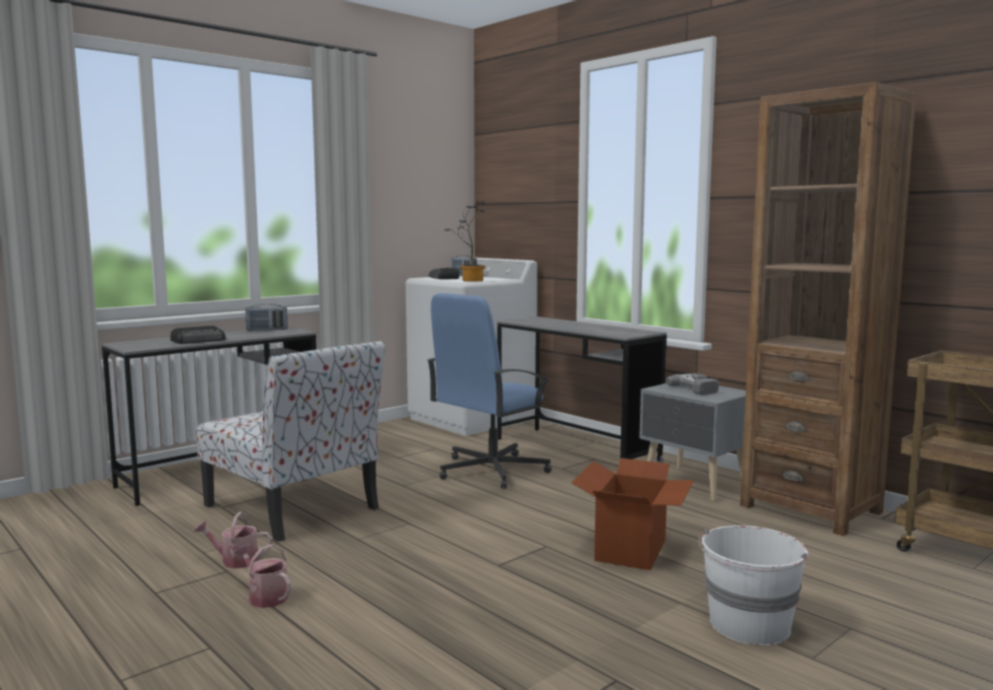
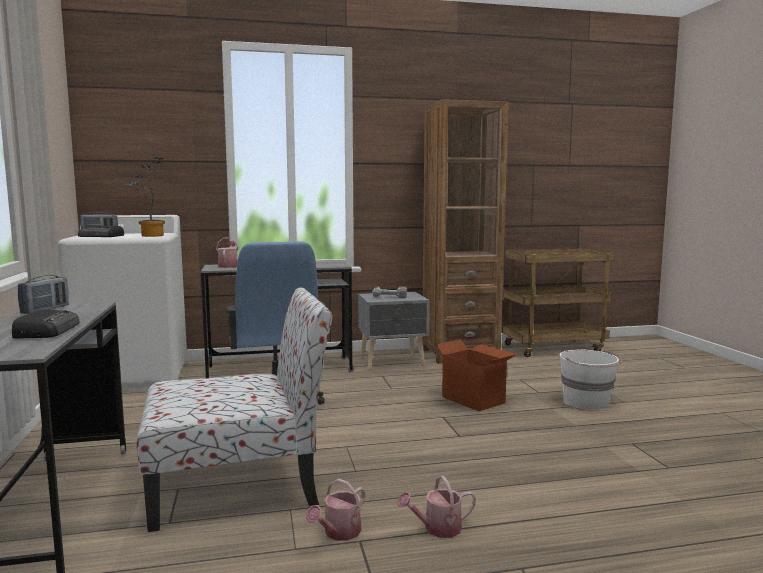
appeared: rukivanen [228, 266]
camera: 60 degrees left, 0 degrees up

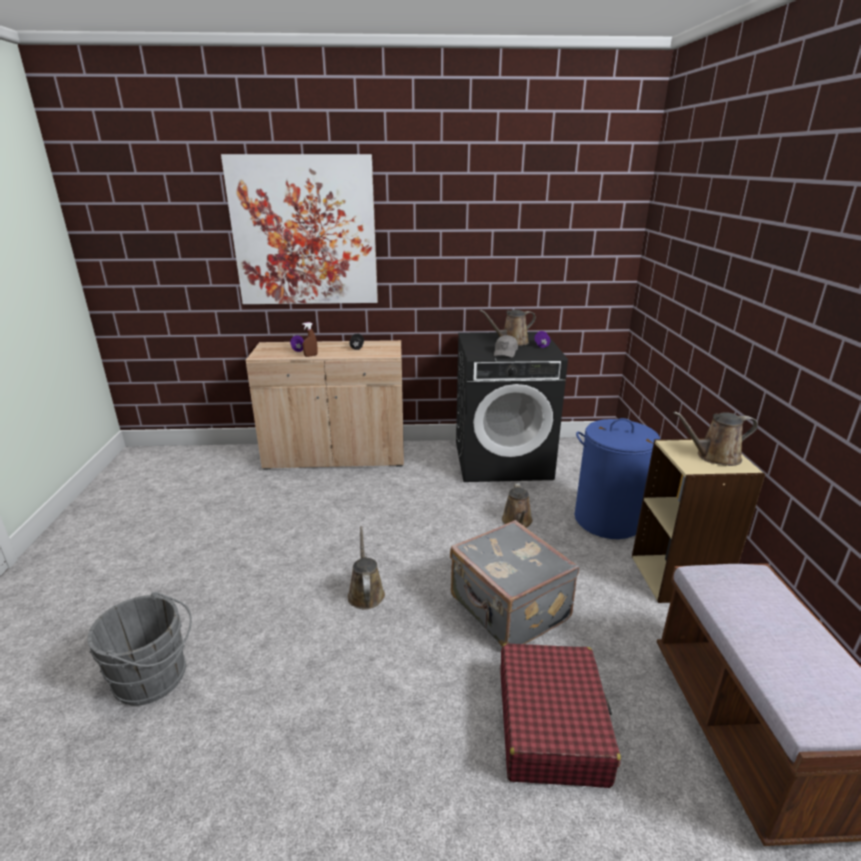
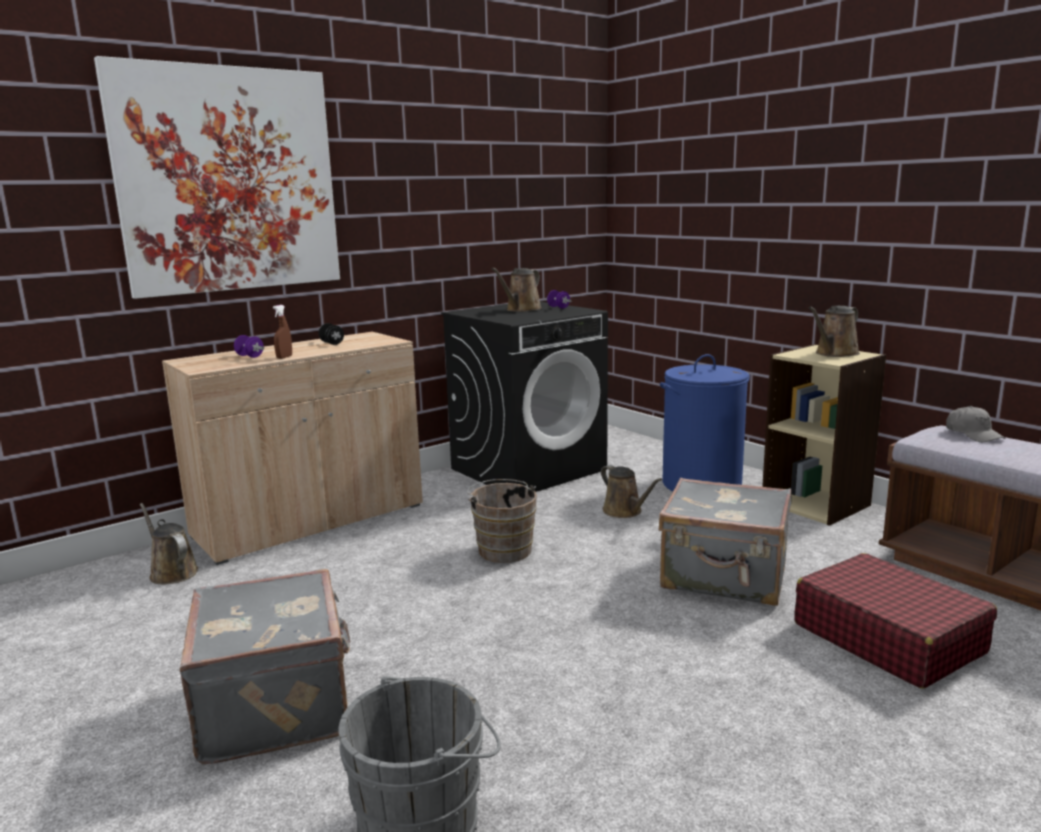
appeared: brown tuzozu [503, 549]; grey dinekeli [278, 704]
relocated: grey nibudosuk [505, 352] to [973, 434]; brown rukivanen [365, 593] to [171, 572]
camera: 35 degrees left, 10 degrees down

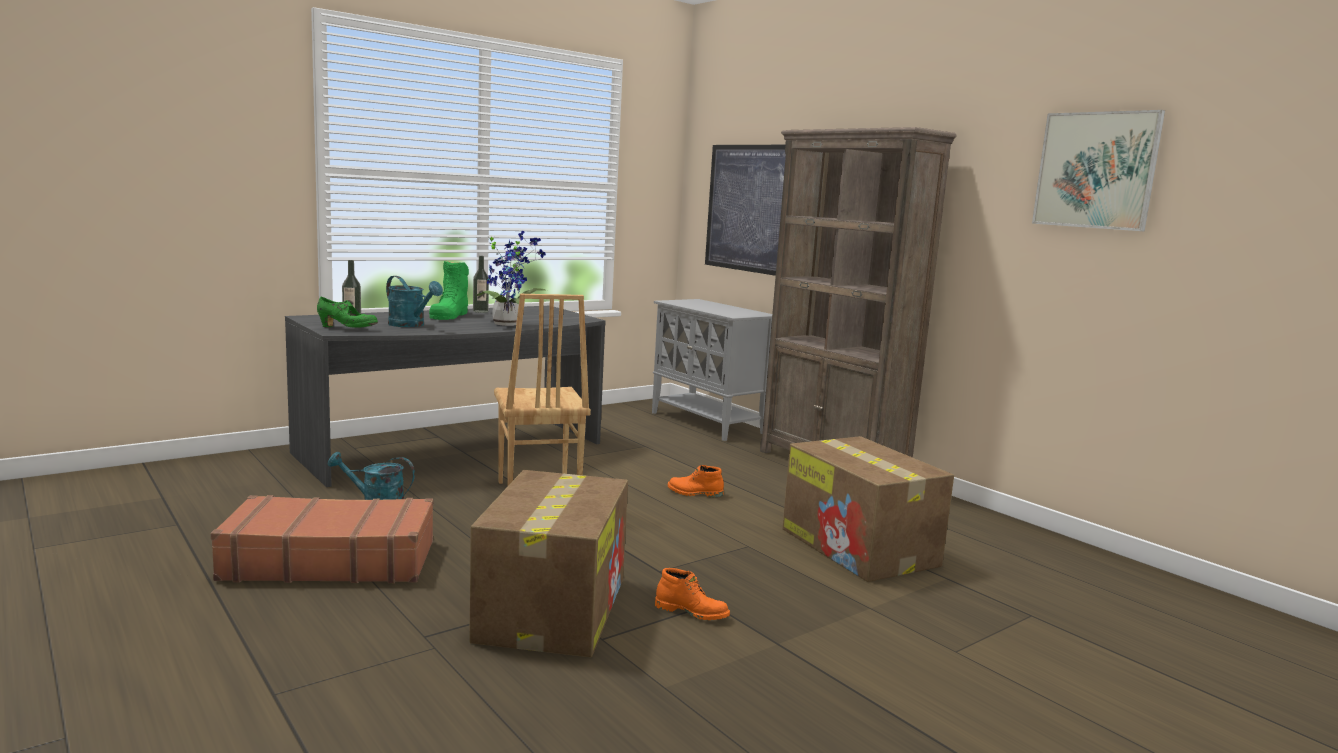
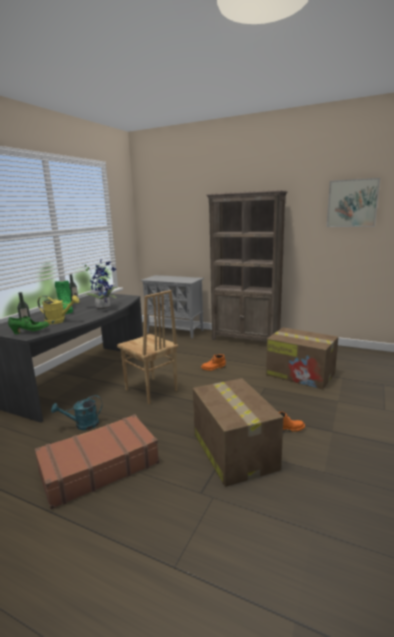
missing: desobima [751, 208]
colour: turquoise rukivanen [411, 325] to yellow rukivanen [59, 321]
camera: 25 degrees left, 5 degrees up

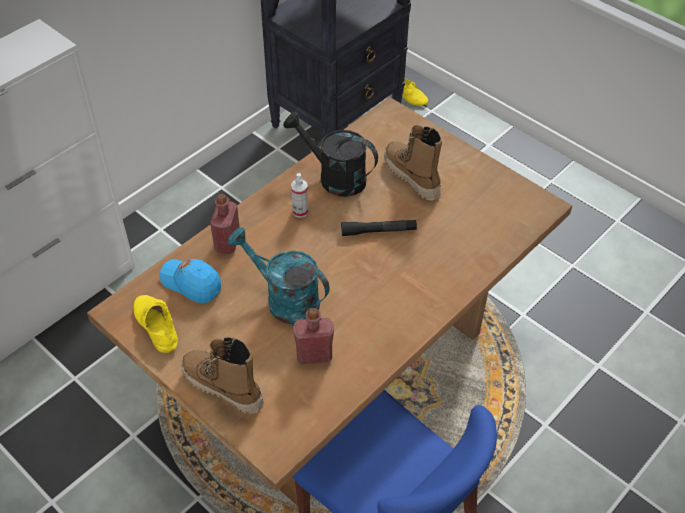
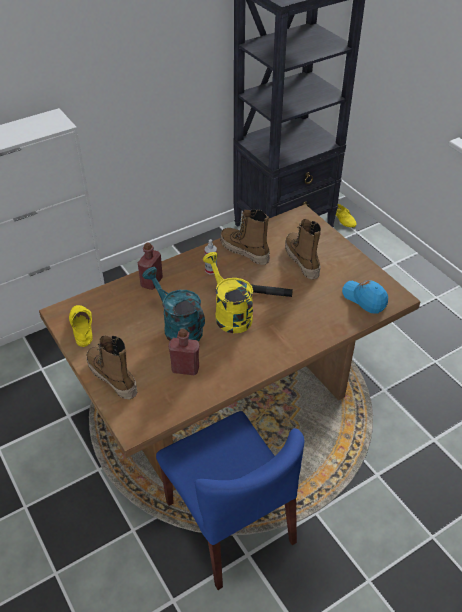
appeared: yellow rukivanen [229, 314]
relocated: blue nibudosuk [191, 283] to [364, 299]
exchanged: black rukivanen [334, 177] to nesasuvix [244, 251]
camera: 15 degrees right, 5 degrees down

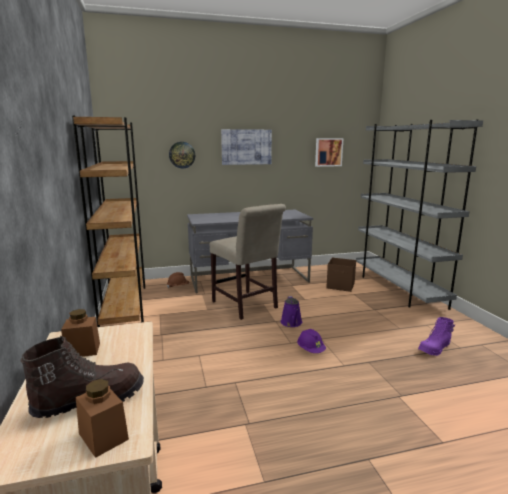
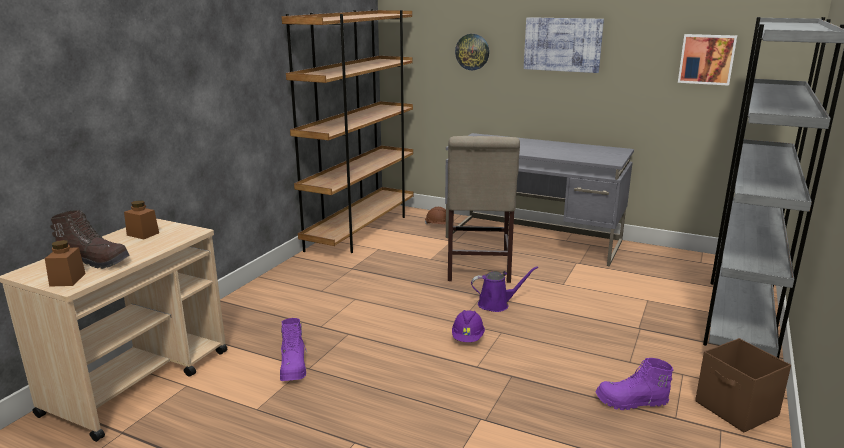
appeared: purple nesasuvix [293, 367]
relocated: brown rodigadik [341, 286] to [736, 409]
spun: purple rukivanen [292, 323] = [496, 304] 135 degrees counterclockwise
camera: 40 degrees right, 5 degrees up

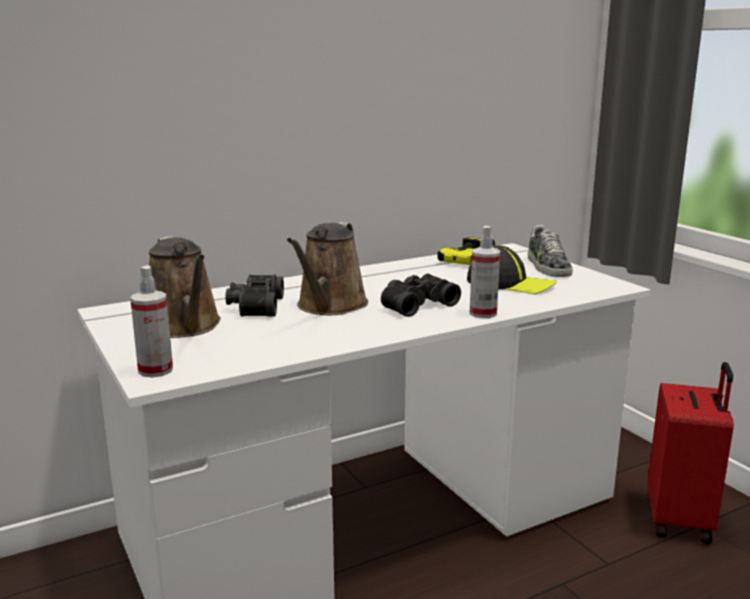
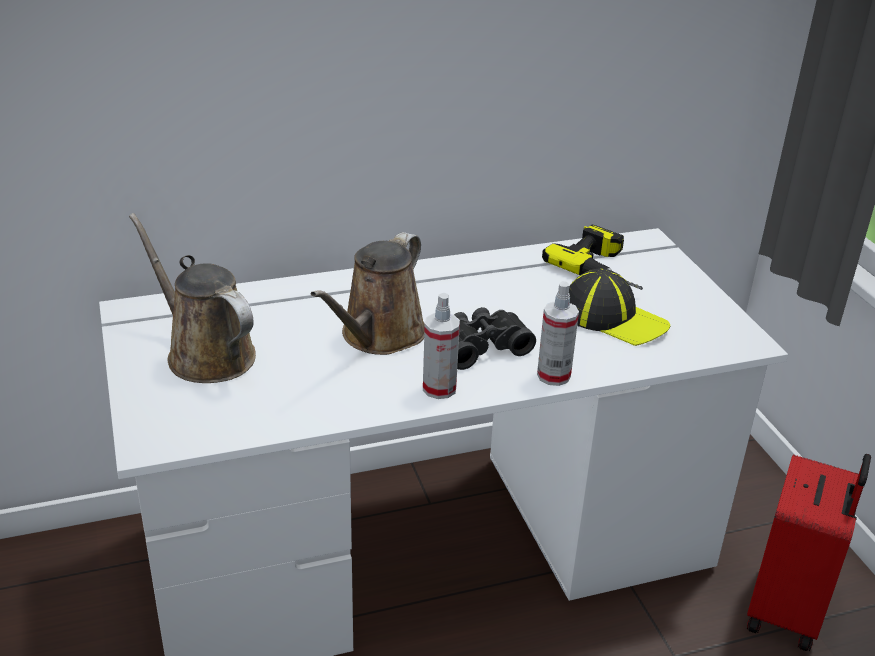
missing: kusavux [547, 266]; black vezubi [254, 306]
relocated: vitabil [155, 370] to [439, 388]
spun: brown rukivanen [184, 327] = [205, 353] 150 degrees clockwise
camera: 10 degrees right, 15 degrees up

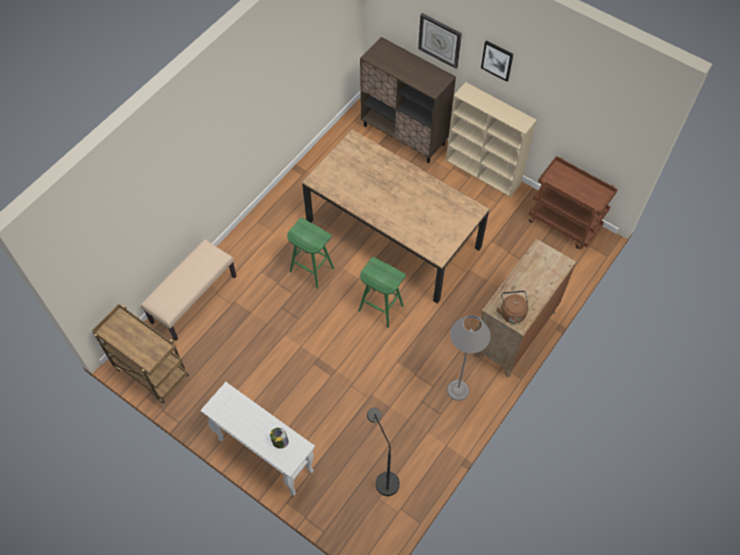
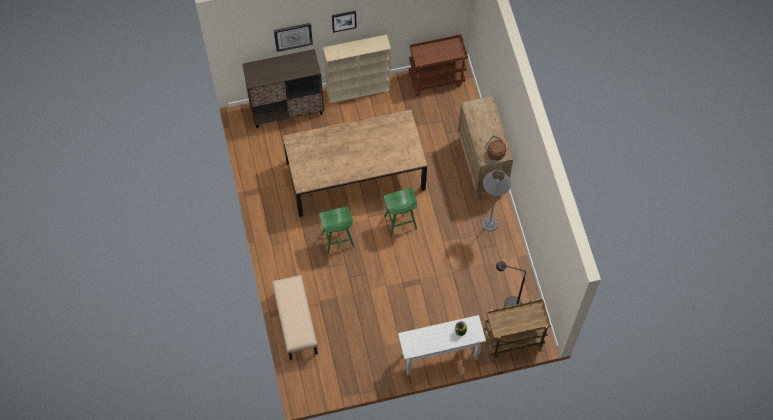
relocated: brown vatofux [150, 371] to [513, 340]
camera: 50 degrees left, 5 degrees up

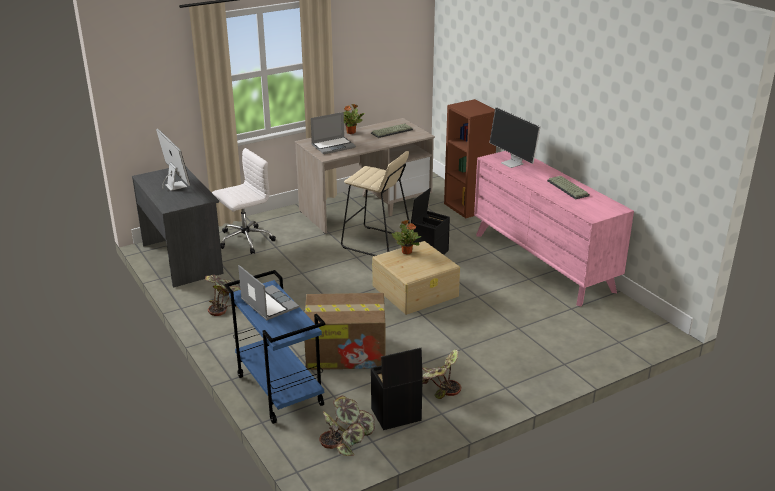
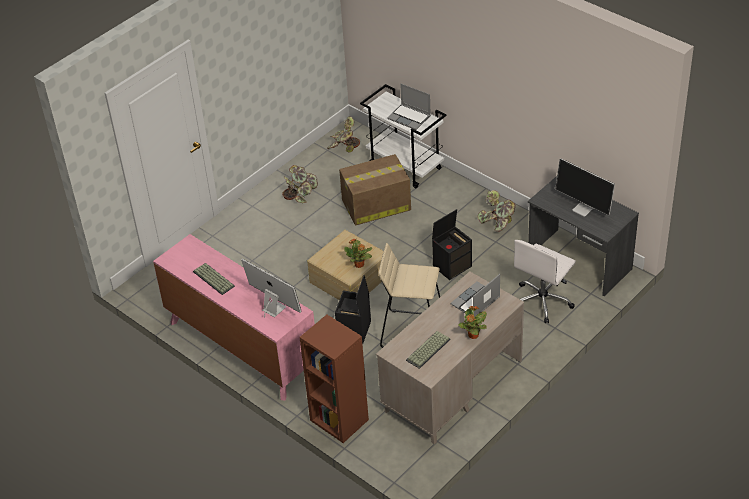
relocated: black rodigadik [395, 415] to [452, 265]
colour: blue vatofux [278, 390] to white vatofux [406, 166]
camera: 165 degrees right, 15 degrees up

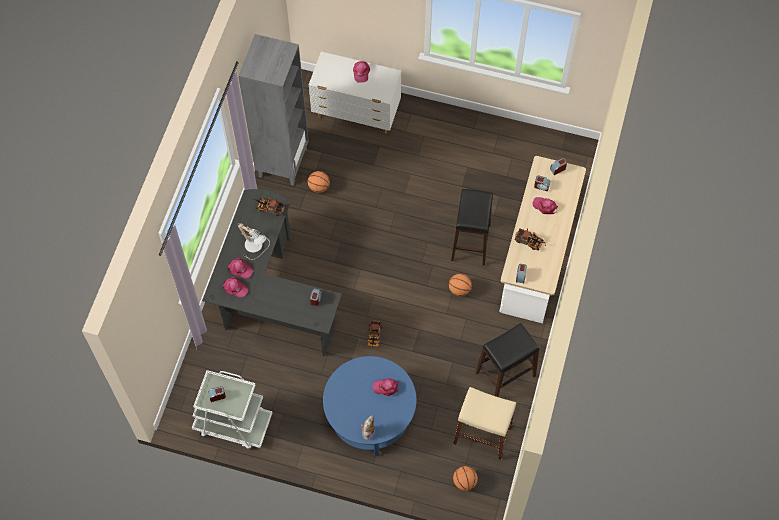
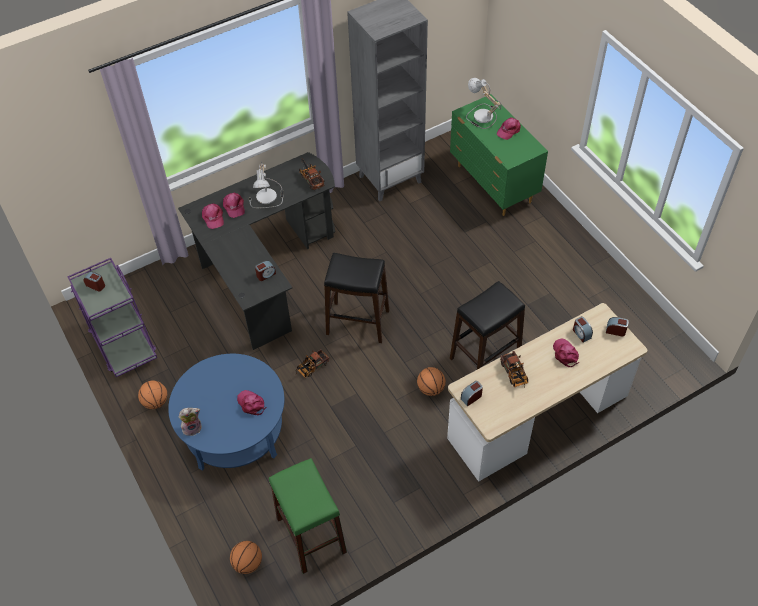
appeared: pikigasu [481, 116]
relocated: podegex [319, 187] to [155, 402]; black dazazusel [505, 375] to [357, 322]
colour: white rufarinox [357, 114] to green rufarinox [493, 185]; white vatofux [232, 423] to purple vatofux [123, 343]; beige dazazusel [482, 435] to green dazazusel [311, 535]
camera: 45 degrees right, 10 degrees down

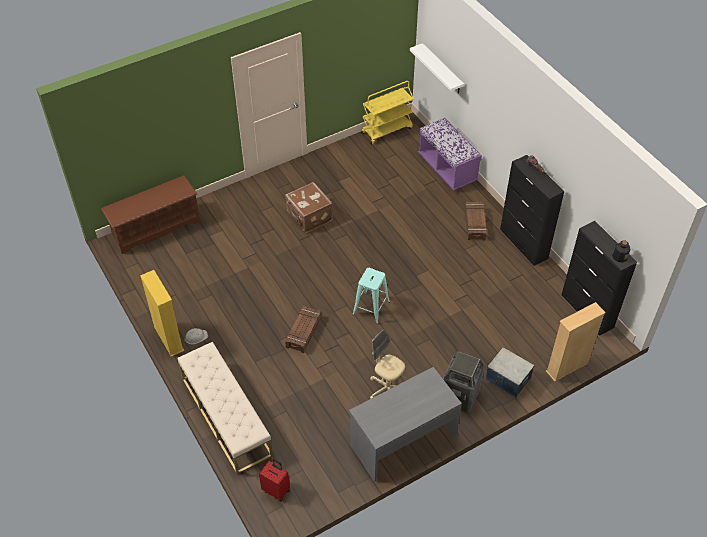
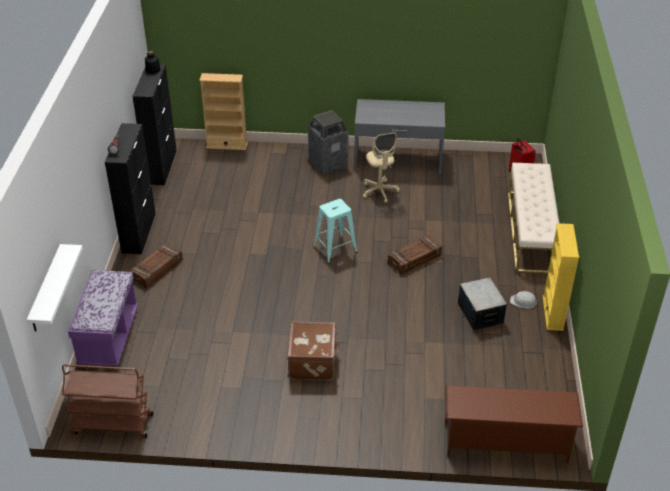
relocated: rodigadik [507, 379] to [480, 314]
colour: yellow vatofux [387, 130] to brown vatofux [112, 424]
camera: 145 degrees left, 10 degrees down

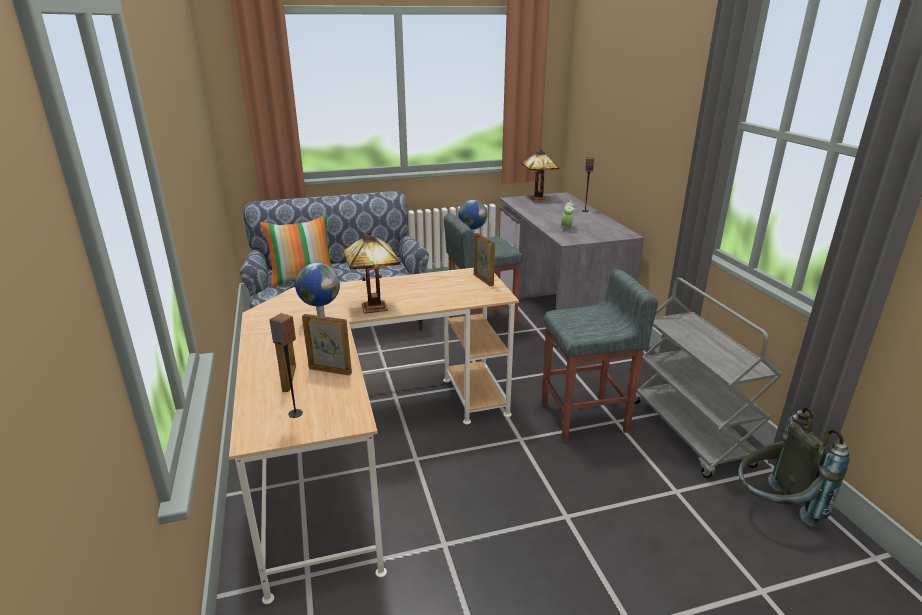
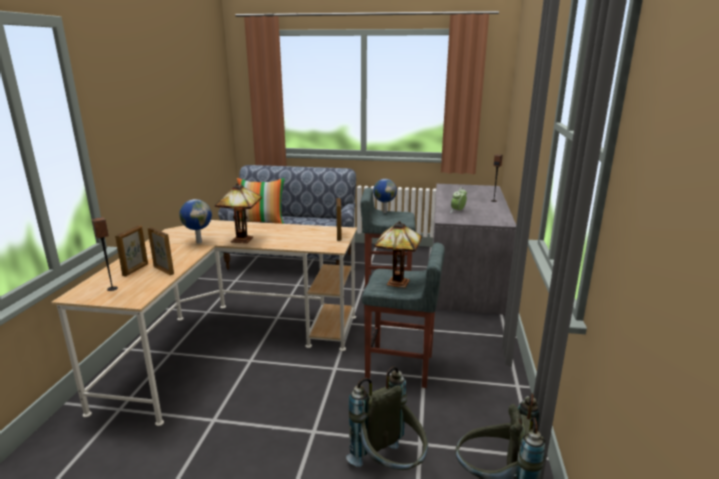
missing: grey vatofux [691, 433]
appeared: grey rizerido [390, 467]
relocated: pikigasu [537, 199] to [396, 283]
camera: 25 degrees right, 5 degrees down

